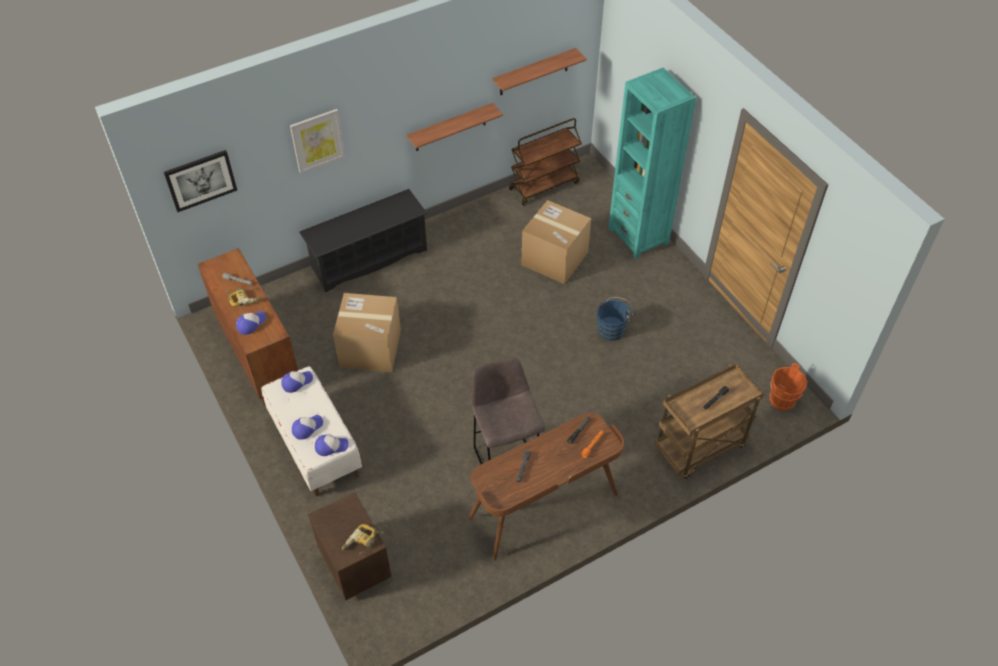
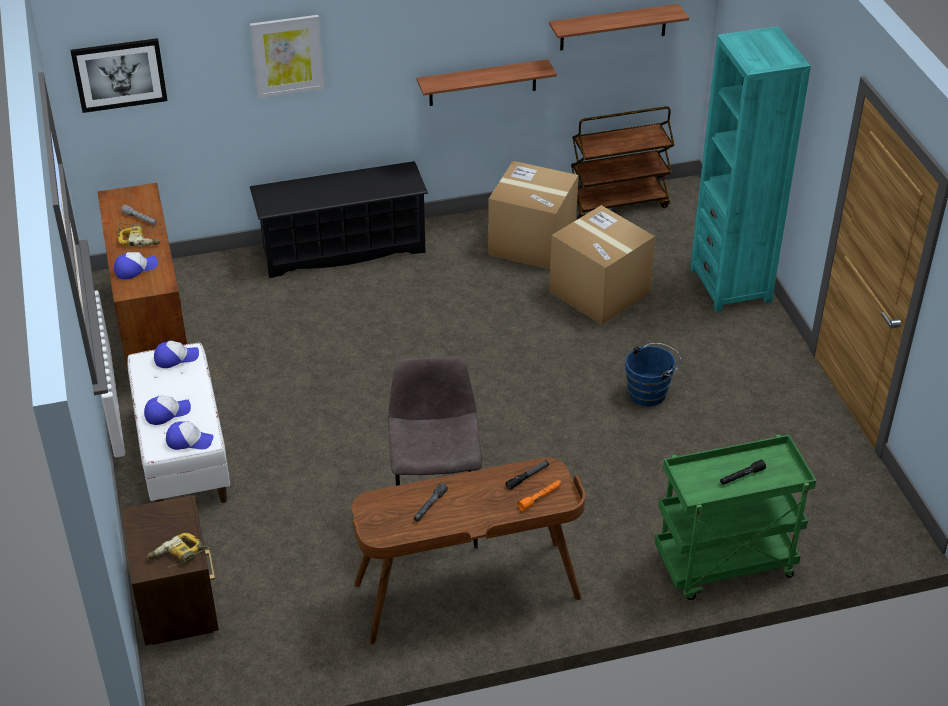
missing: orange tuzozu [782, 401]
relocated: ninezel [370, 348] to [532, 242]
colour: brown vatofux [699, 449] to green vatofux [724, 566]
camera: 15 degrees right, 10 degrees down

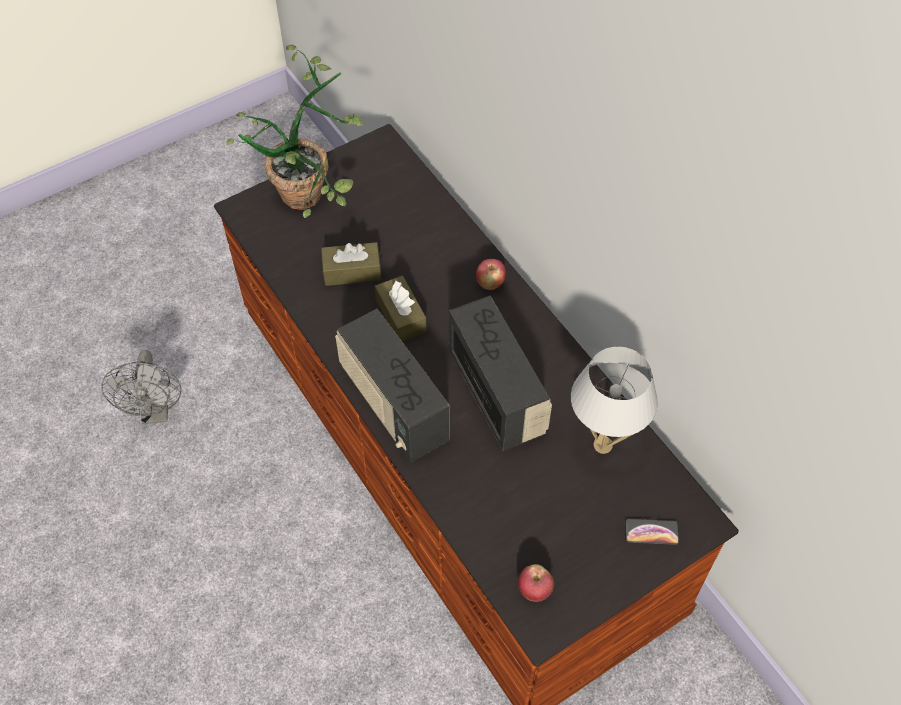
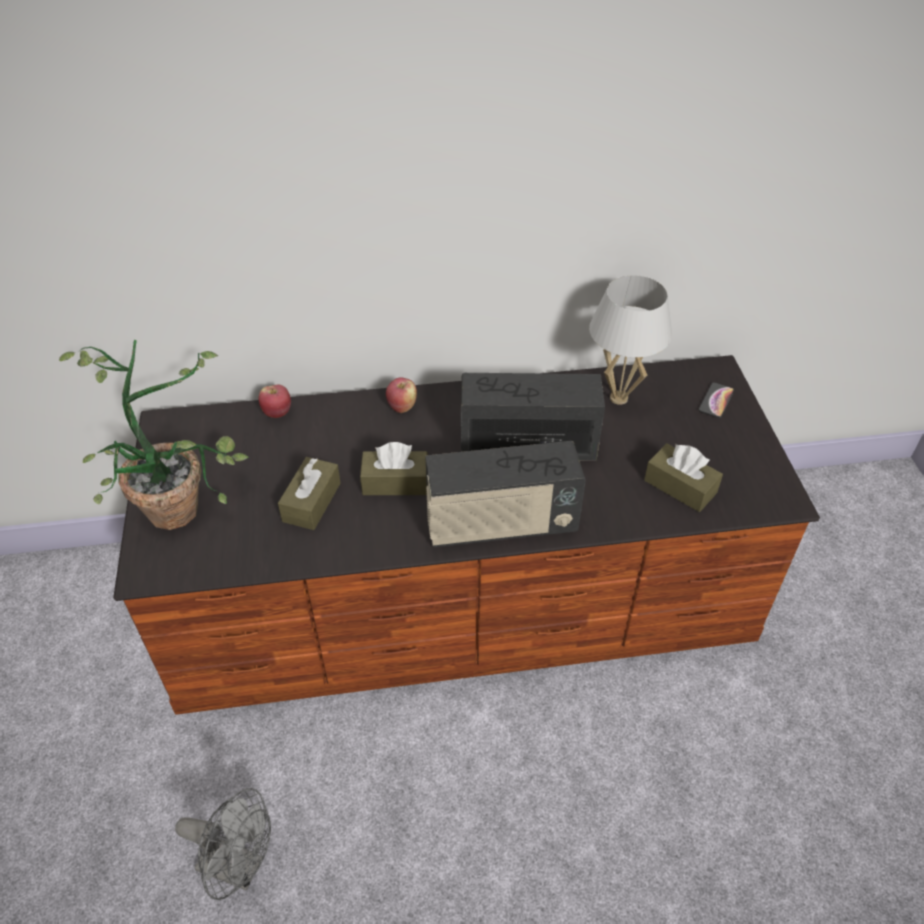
appeared: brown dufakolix [680, 486]
relocated: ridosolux [534, 590] to [277, 413]
camera: 65 degrees left, 10 degrees down

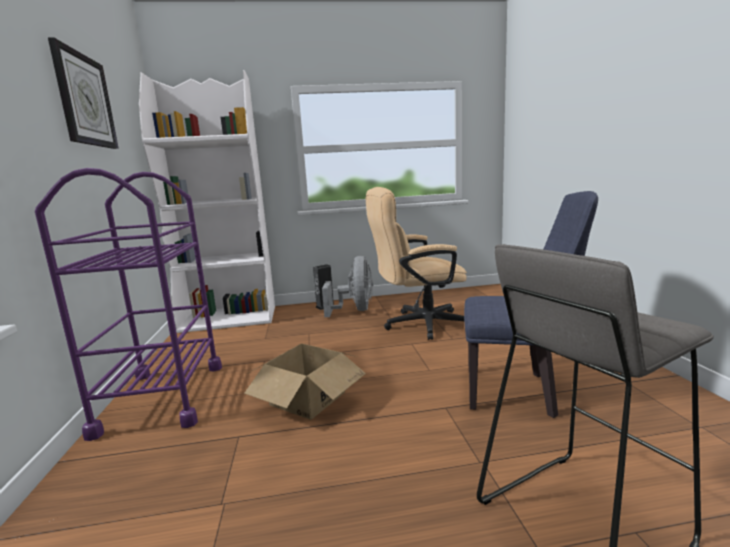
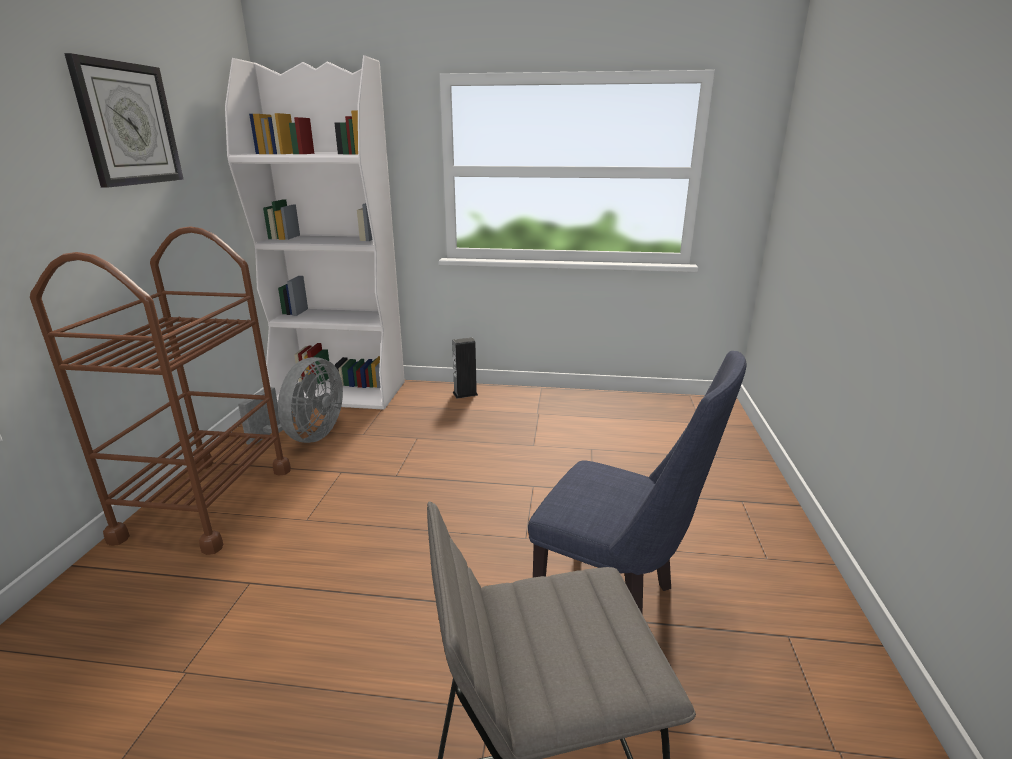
missing: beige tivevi [419, 324]; ninezel [308, 398]
relocated: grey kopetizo [355, 310] to [306, 437]
colour: purple vatofux [163, 398] to brown vatofux [207, 502]
camera: 15 degrees right, 10 degrees up

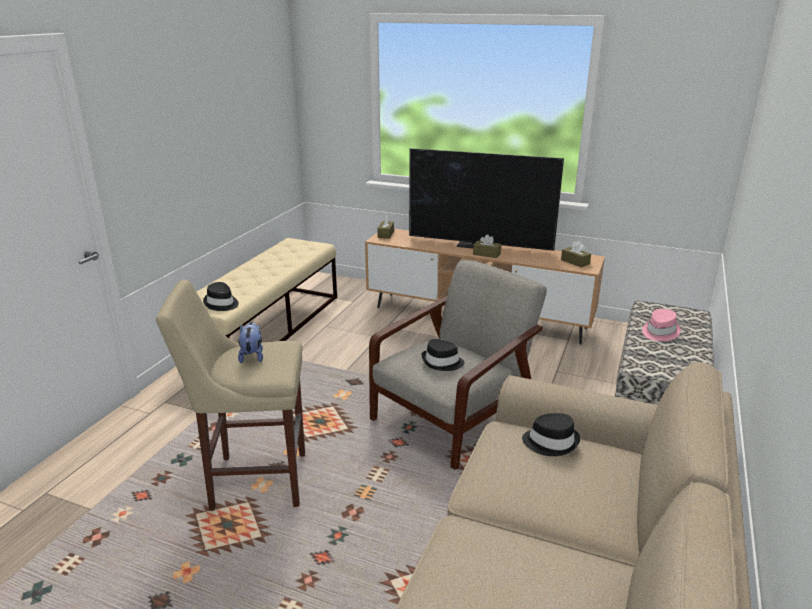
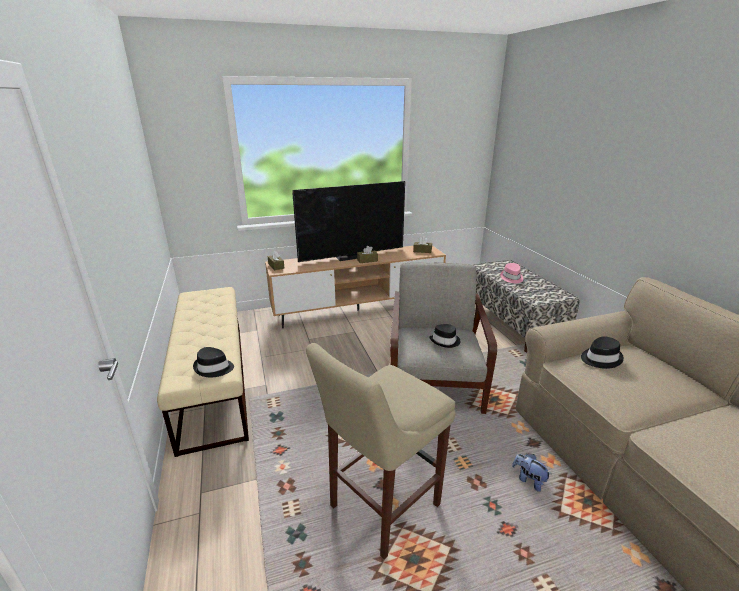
relocated: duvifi [252, 356] to [528, 480]
camera: 40 degrees left, 0 degrees up

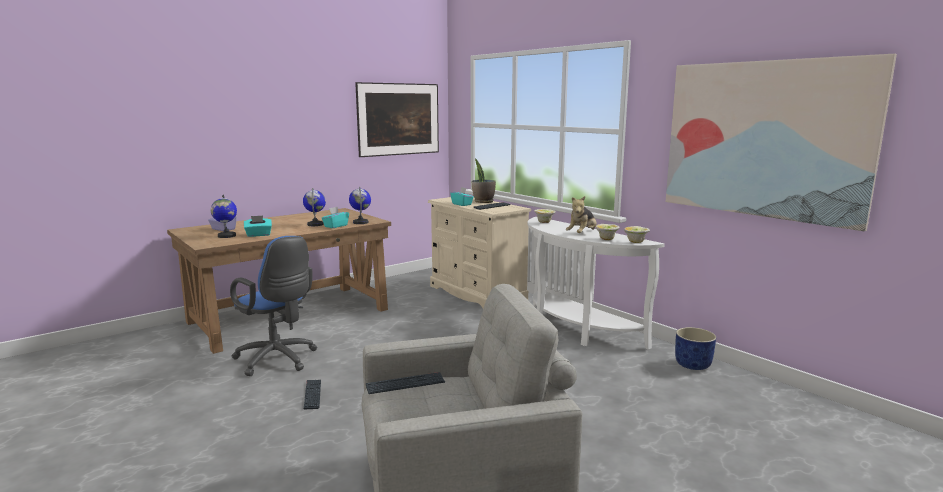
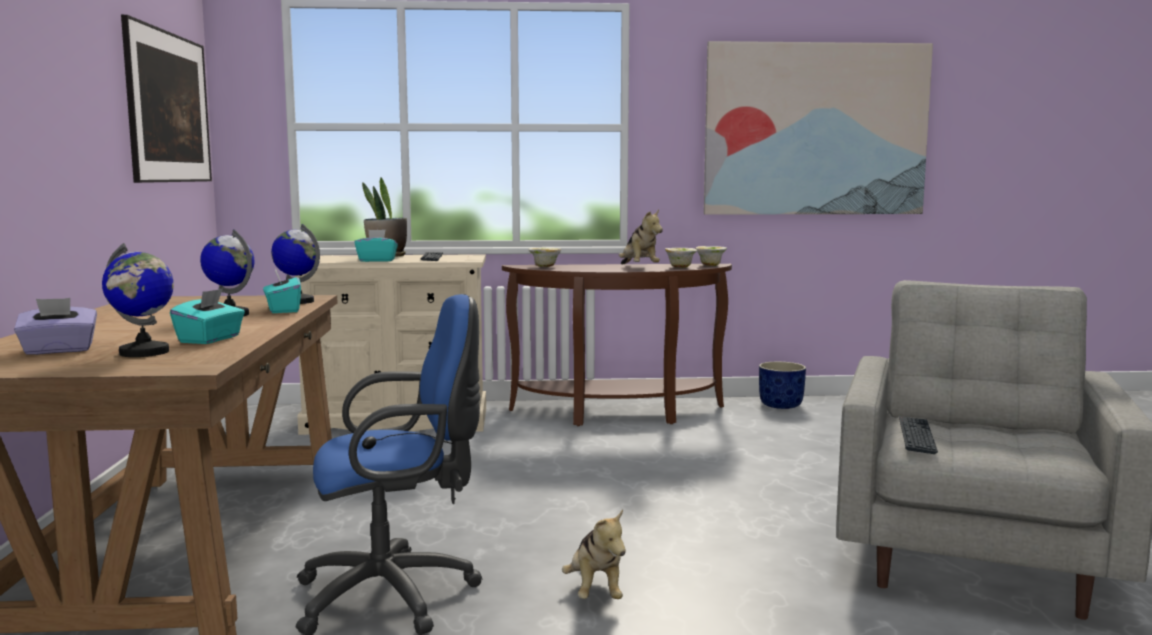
exchanged: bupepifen [312, 394] to duvifi [595, 592]
colour: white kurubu [574, 330] to brown kurubu [619, 415]
camera: 55 degrees left, 5 degrees down

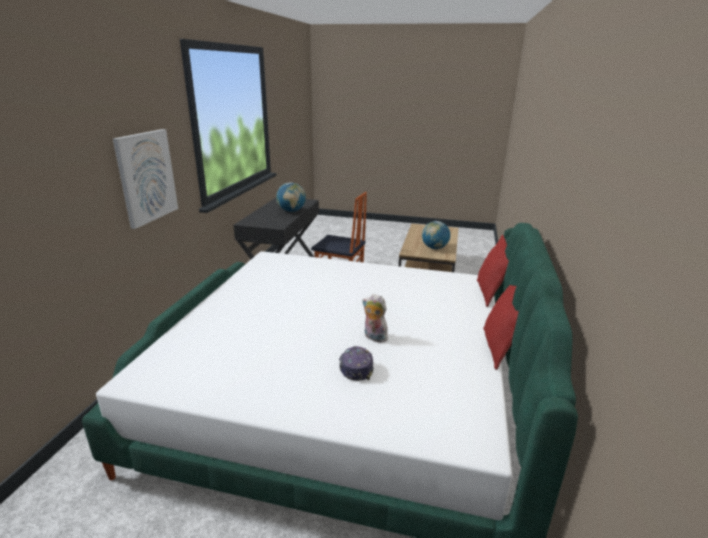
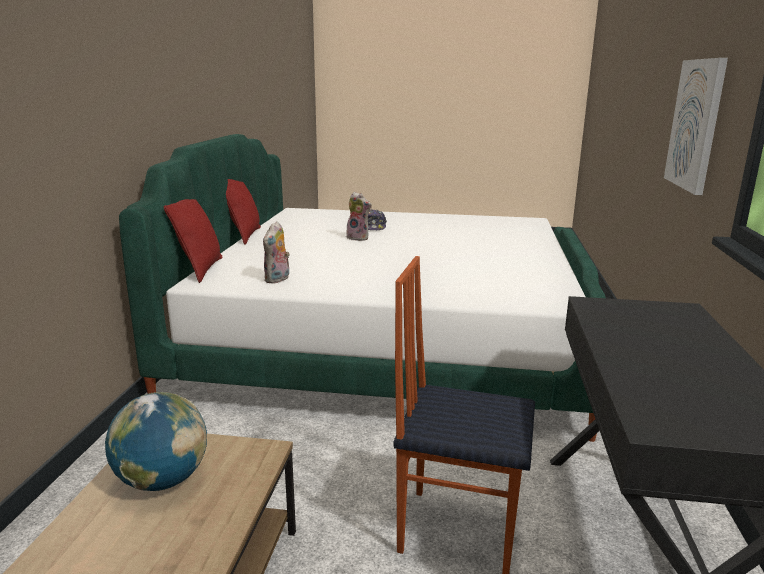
missing: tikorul [291, 211]
appeared: duvifi [278, 280]
camera: 175 degrees right, 5 degrees down

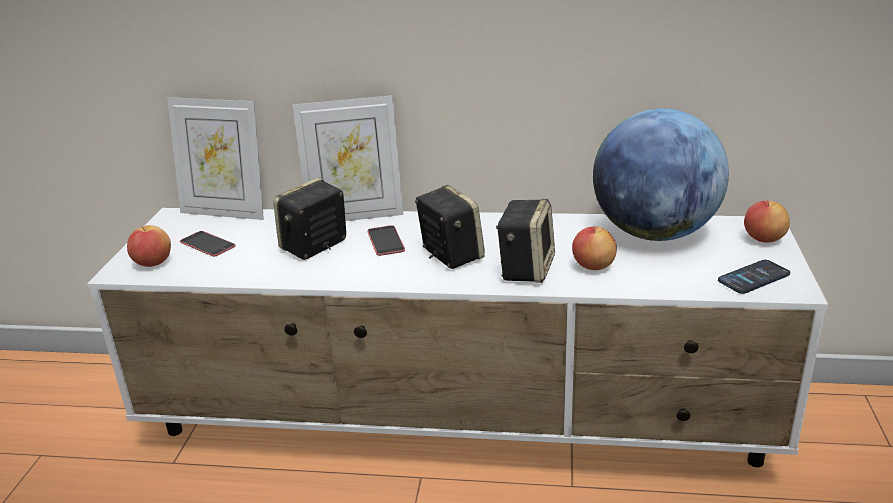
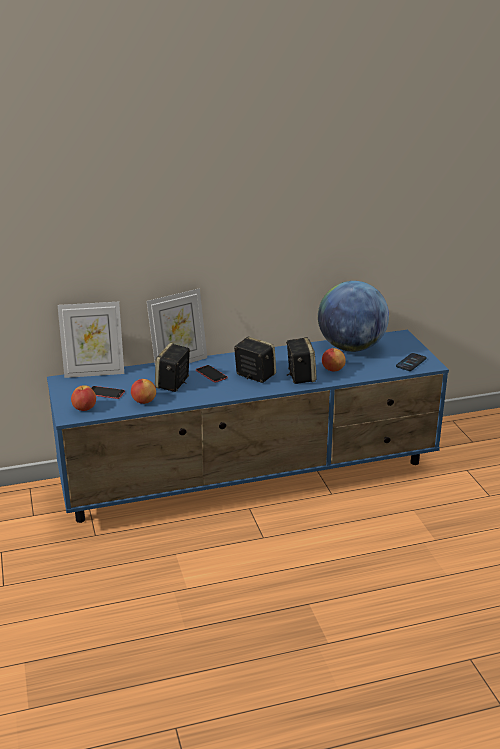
relocated: ridosolux [763, 239] to [143, 401]
colour: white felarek [459, 423] to blue felarek [252, 478]
camera: 25 degrees left, 0 degrees up

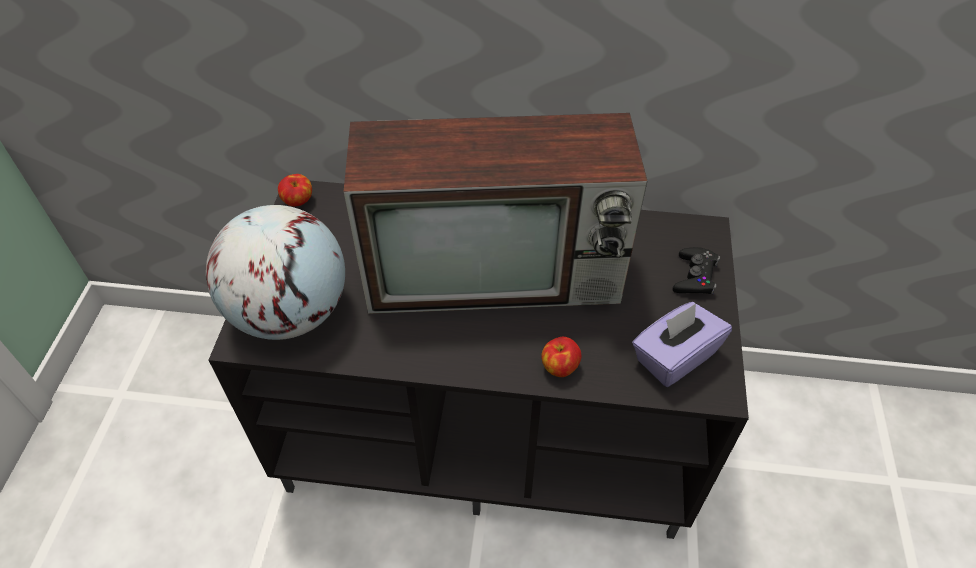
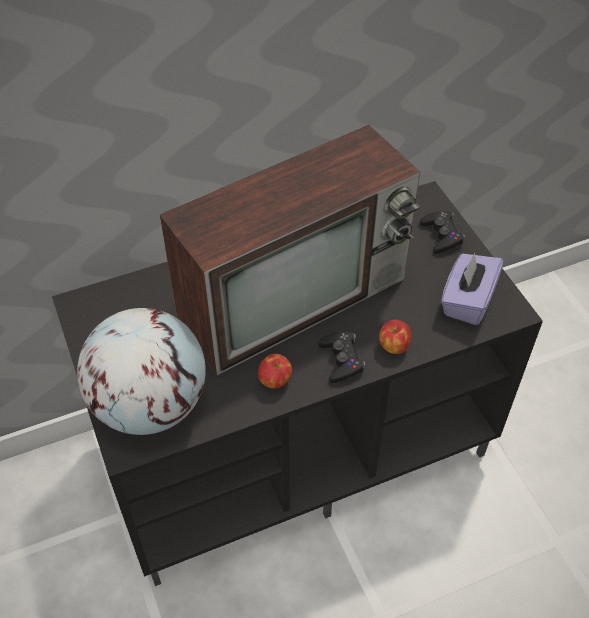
appeared: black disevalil [341, 360]
relocated: ridosolux [298, 202] to [275, 381]
camera: 30 degrees left, 0 degrees up

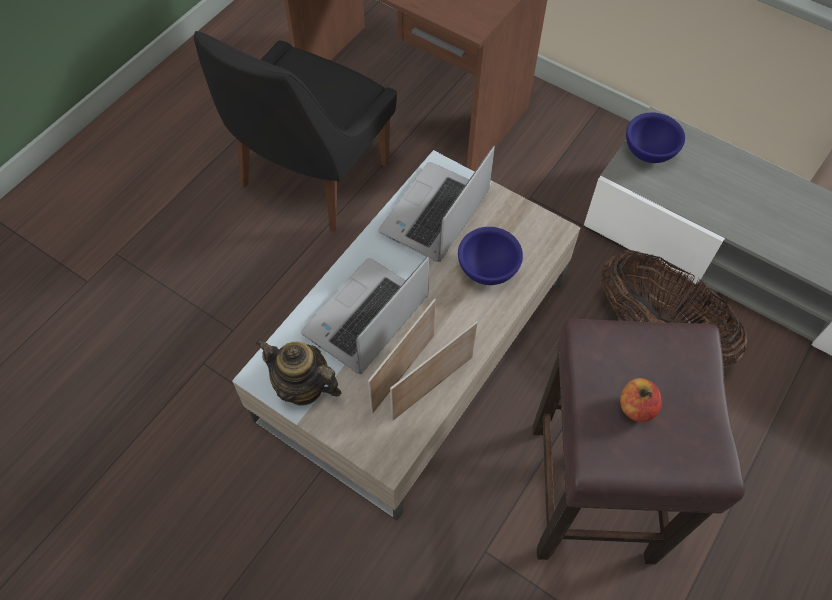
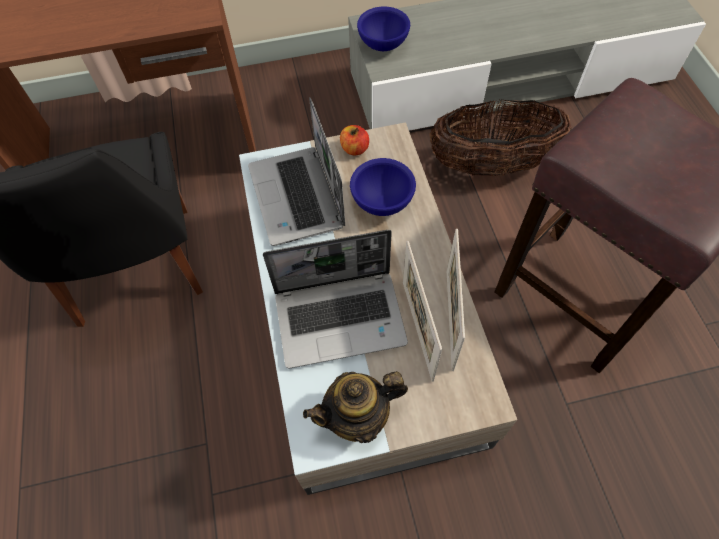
relocated: ridosolux [636, 407] to [354, 149]
spun: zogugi [366, 318] = [341, 317] 90 degrees counterclockwise
camera: 45 degrees left, 0 degrees up

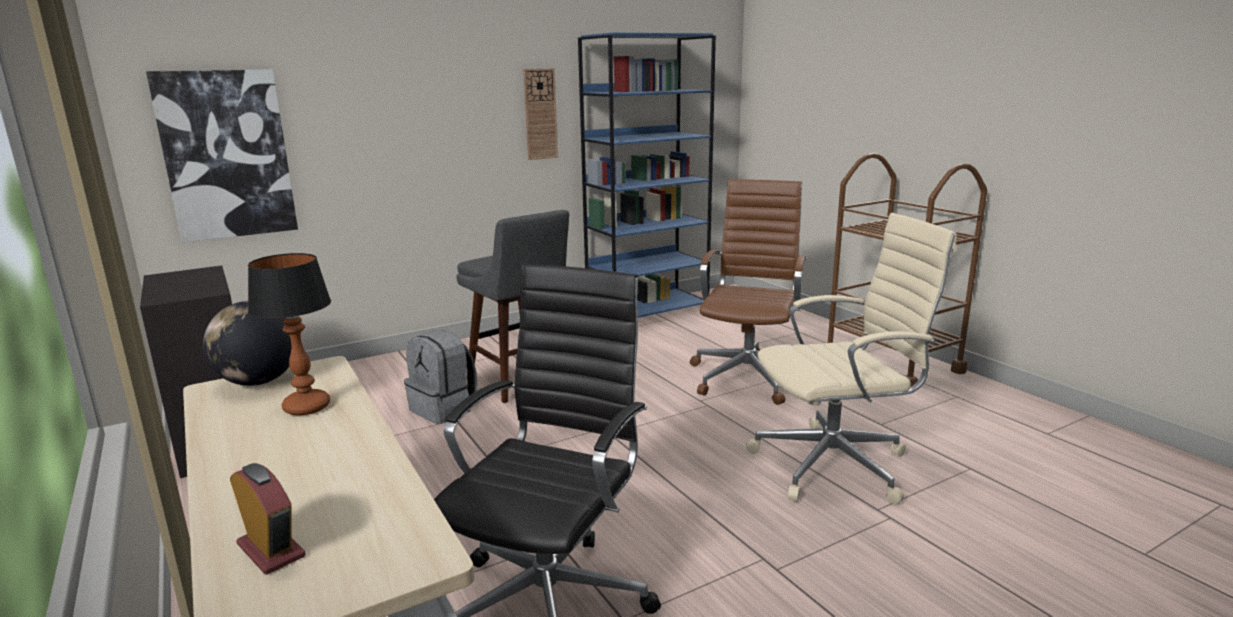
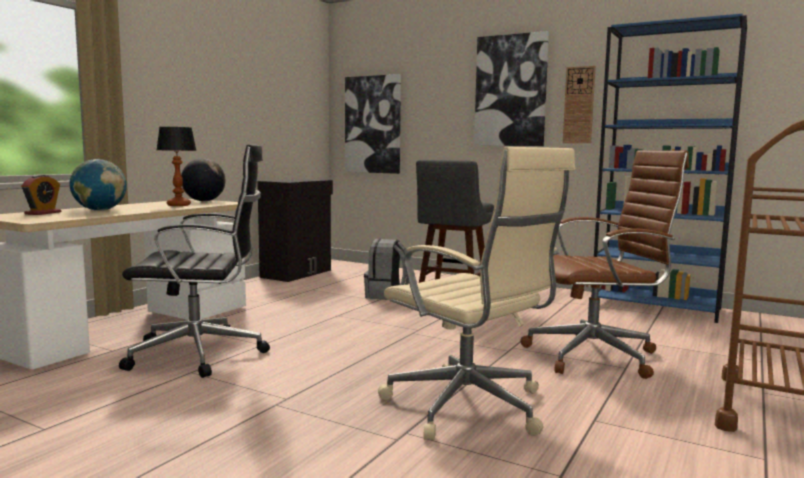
appeared: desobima [510, 91]; tikorul [100, 210]
camera: 60 degrees right, 10 degrees down

